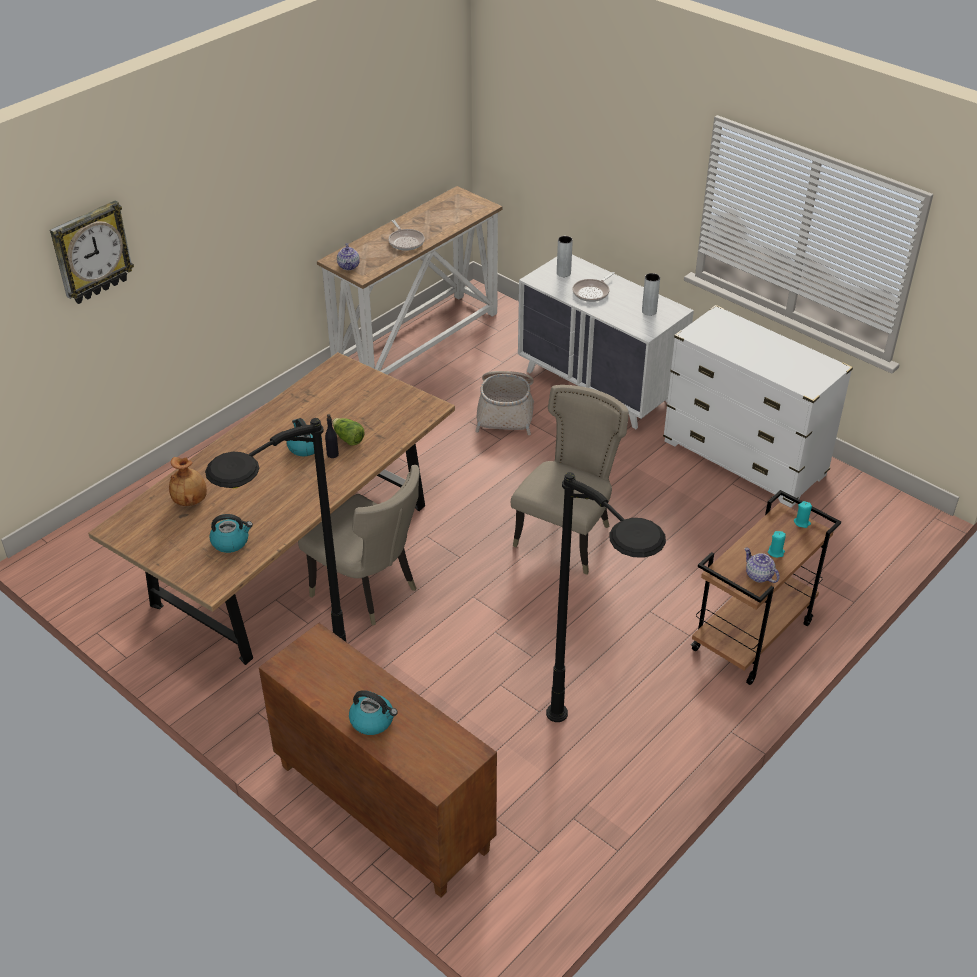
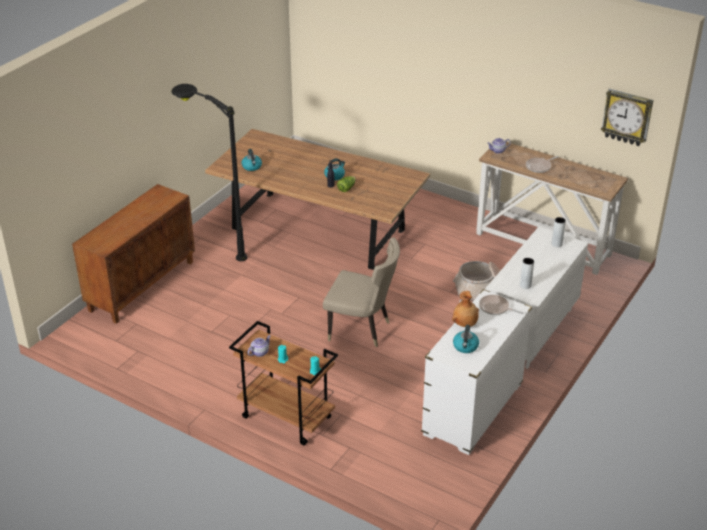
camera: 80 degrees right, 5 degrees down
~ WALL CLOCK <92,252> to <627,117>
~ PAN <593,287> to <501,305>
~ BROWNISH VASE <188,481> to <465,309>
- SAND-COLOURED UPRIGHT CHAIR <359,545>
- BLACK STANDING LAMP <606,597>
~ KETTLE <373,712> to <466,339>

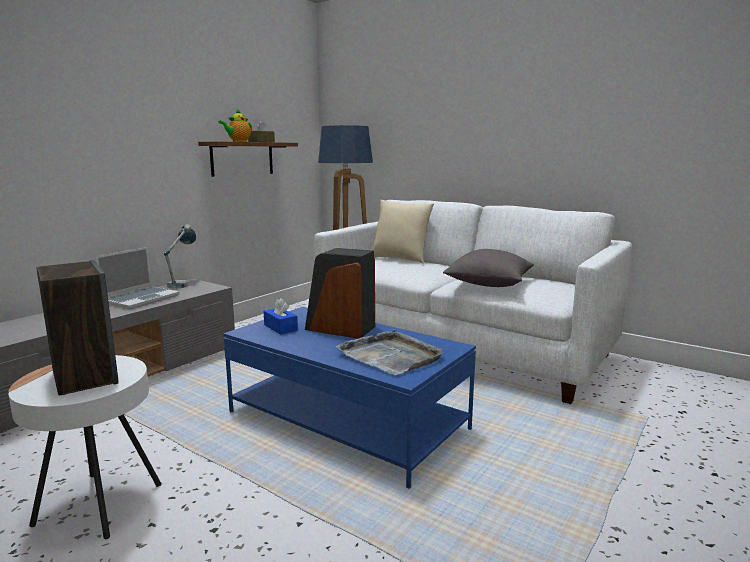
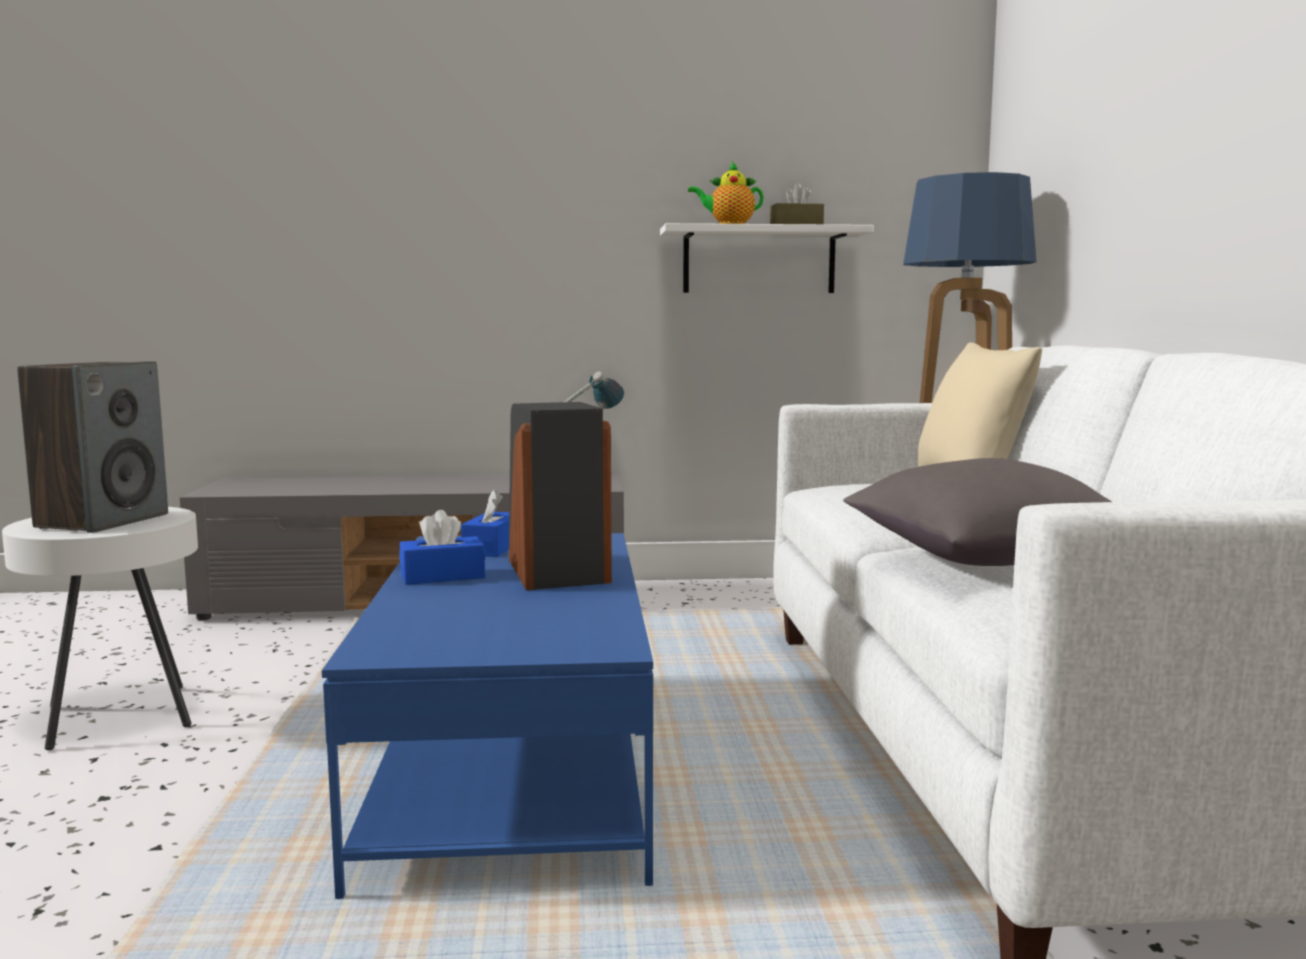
camera: 50 degrees right, 5 degrees down
~ BROWNISH SHELF <248,159> to WHITISH SHELF <767,258>
- LAPTOP <137,278>
- GRAY SERVING TRAY <390,352>
+ BLUE-COLOURED TISSUE BOX <442,547>

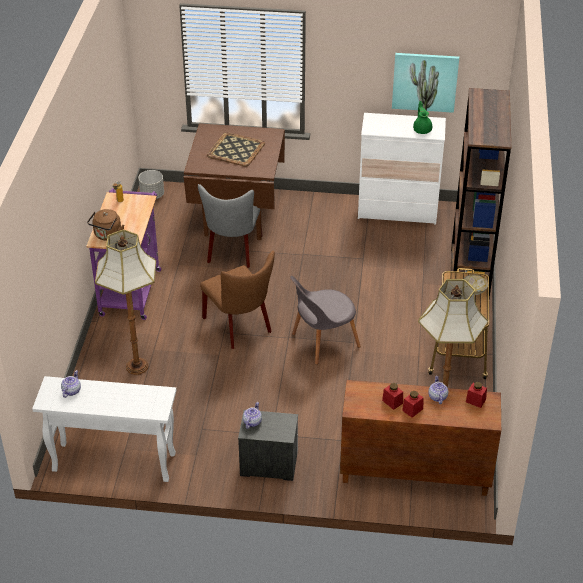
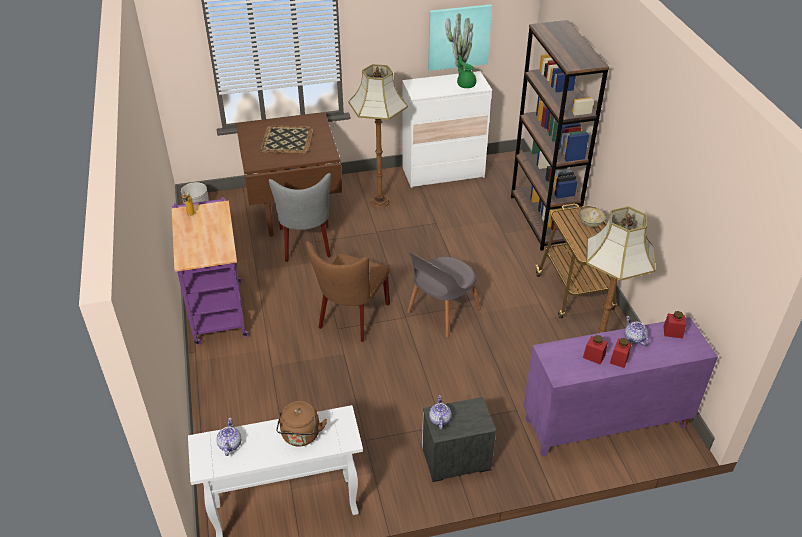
camera: 20 degrees left, 0 degrees up
~ BROWNISH KETTLE <105,225> to <301,423>
~ STANDING LAMP <125,302> to <378,135>
~ BROWNISH UPRIGHT CHAIR <237,300> = <348,291> 75 degrees clockwise
~ BROWNISH CABINET <420,438> to PURPLE-COLOURED CABINET <621,386>

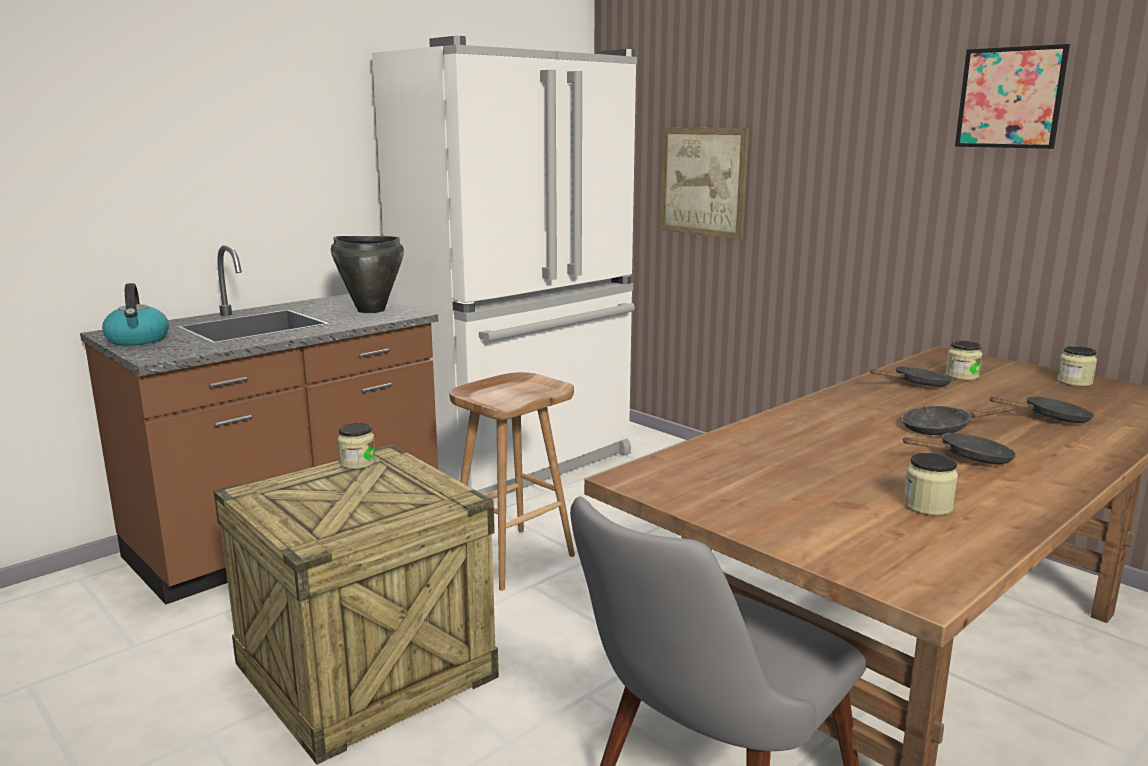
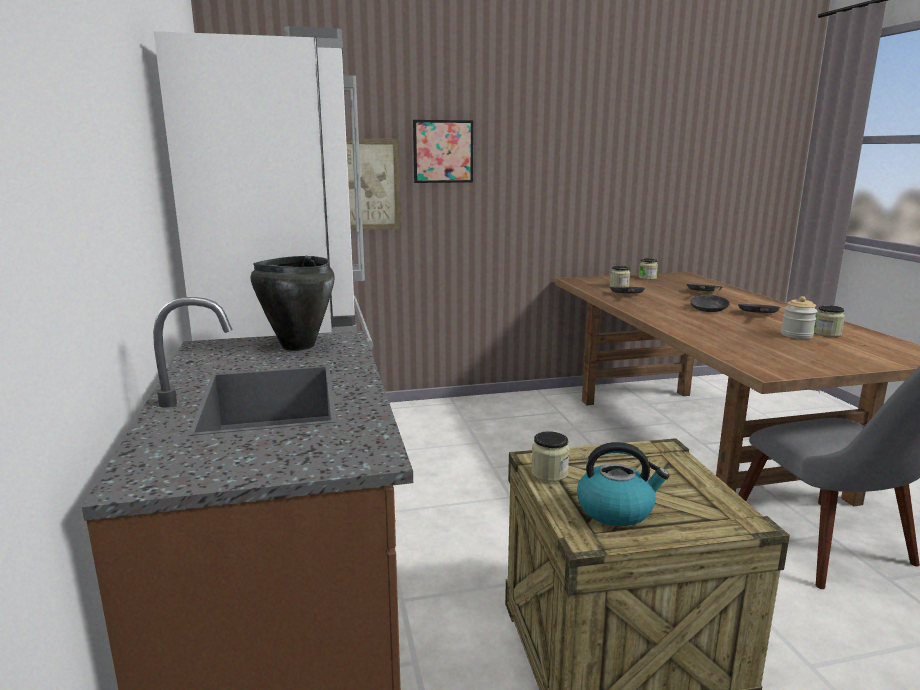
camera: 60 degrees left, 0 degrees up
~ PICTURE <1012,96> to <443,151>
~ KETTLE <135,314> to <623,484>
- BROWNISH STOOL <512,481>
+ STORAGE JAR <799,317>

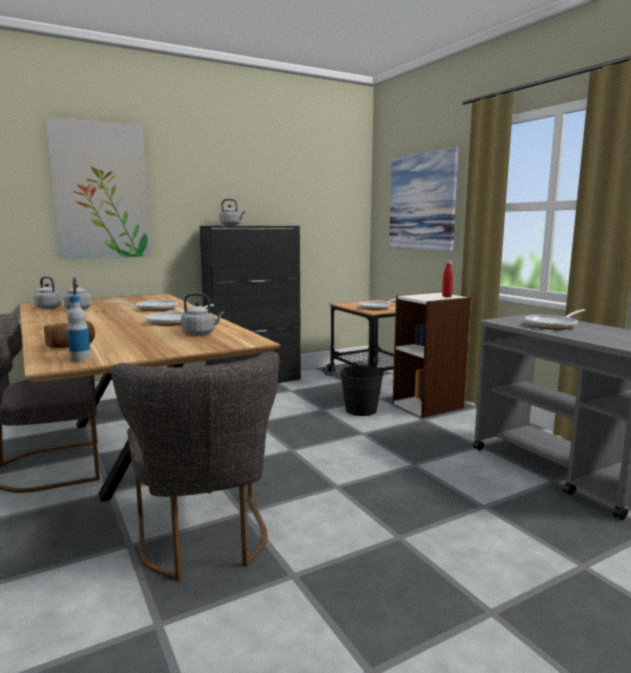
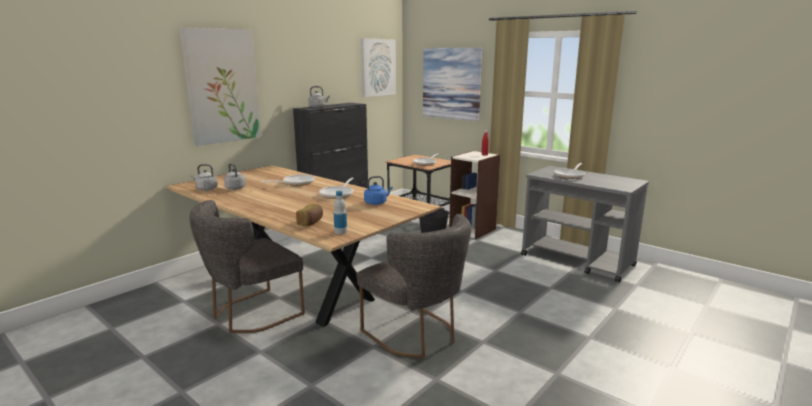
camera: 20 degrees left, 5 degrees up
~ GRAY KETTLE <202,314> to BLUE-COLOURED KETTLE <378,190>
+ PICTURE <378,68>

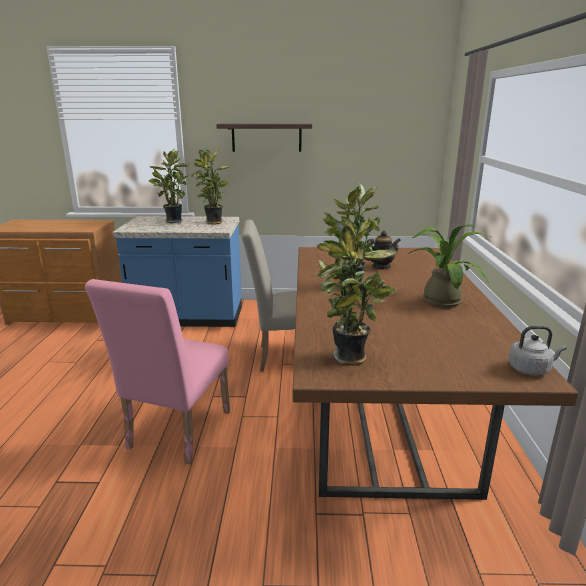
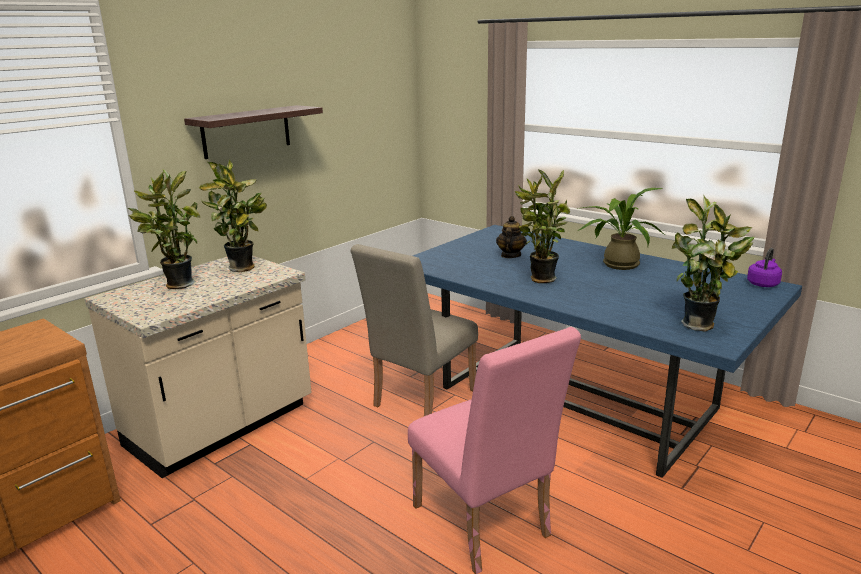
camera: 50 degrees left, 0 degrees up
~ BLUE-COLOURED COUNTER <177,271> to SAND-COLOURED COUNTER <198,367>
~ BROWNISH KITCHEN TABLE <435,373> to BLUE-COLOURED KITCHEN TABLE <607,351>
~ GRAY KETTLE <537,351> to PURPLE-COLOURED KETTLE <764,267>

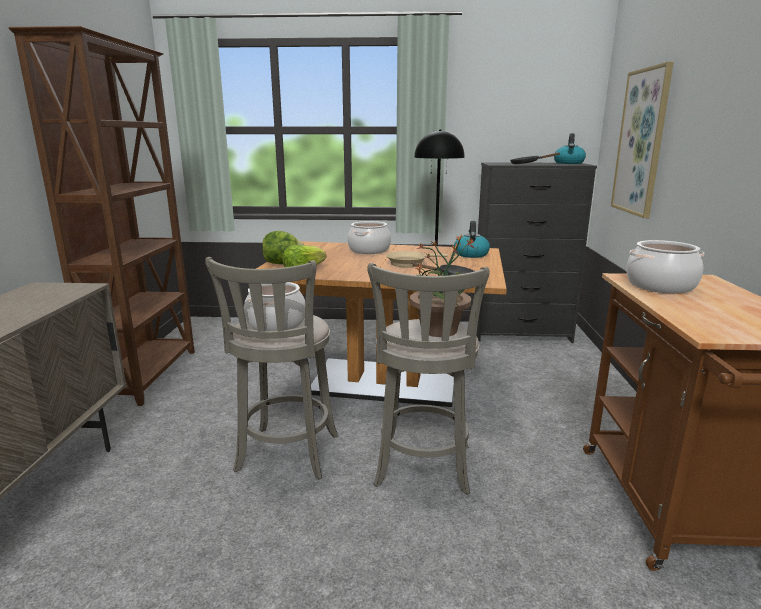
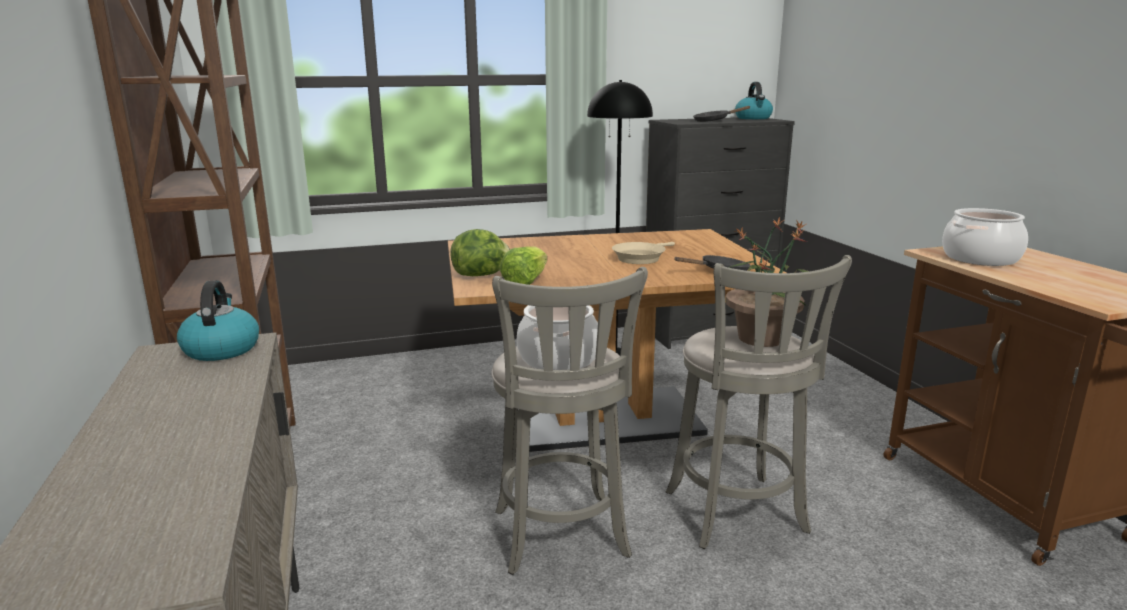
camera: 20 degrees left, 0 degrees up
- PICTURE <642,140>
- STOCKPOT <369,237>
~ KETTLE <472,239> to <218,320>

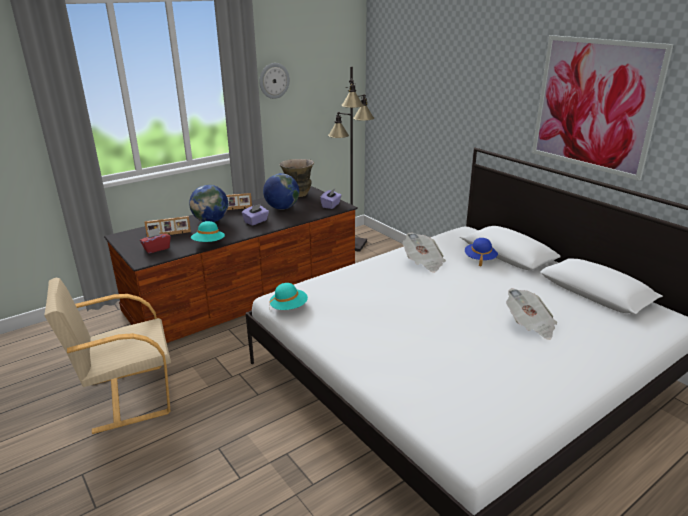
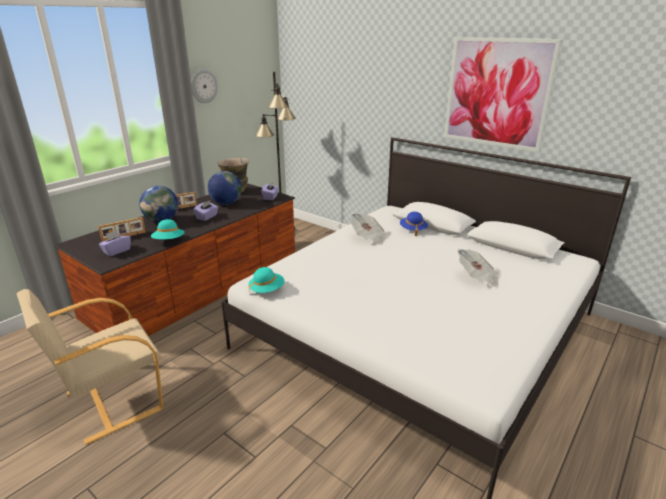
camera: 15 degrees left, 0 degrees up
~ RED-COLOURED TISSUE BOX <155,240> to PURPLE-COLOURED TISSUE BOX <115,243>

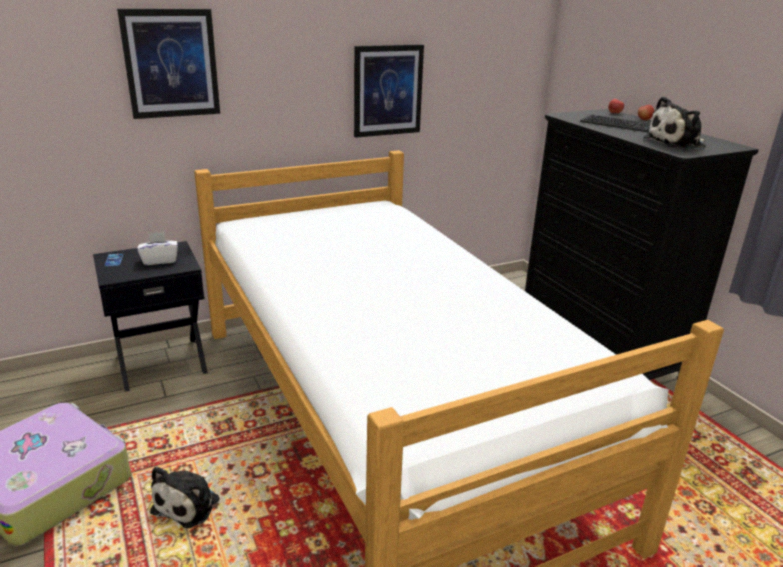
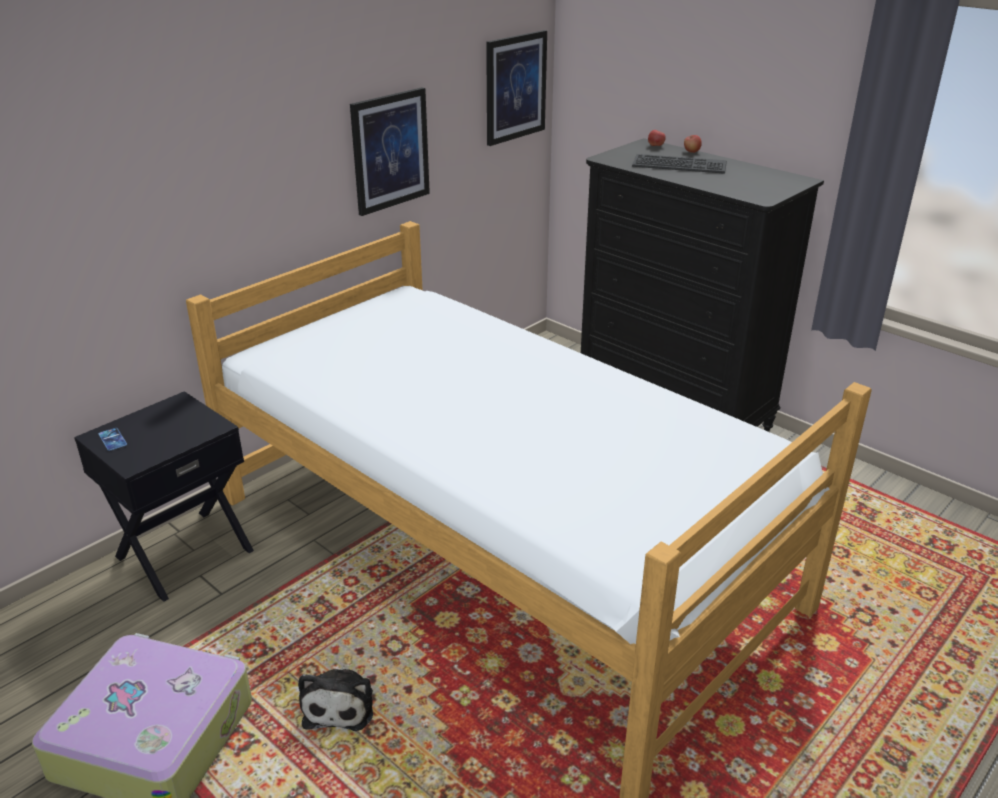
camera: 20 degrees left, 5 degrees up
~ PICTURE <168,64> to <516,88>
- CUDDLY TOY <674,122>
- WHITISH TISSUE BOX <157,248>

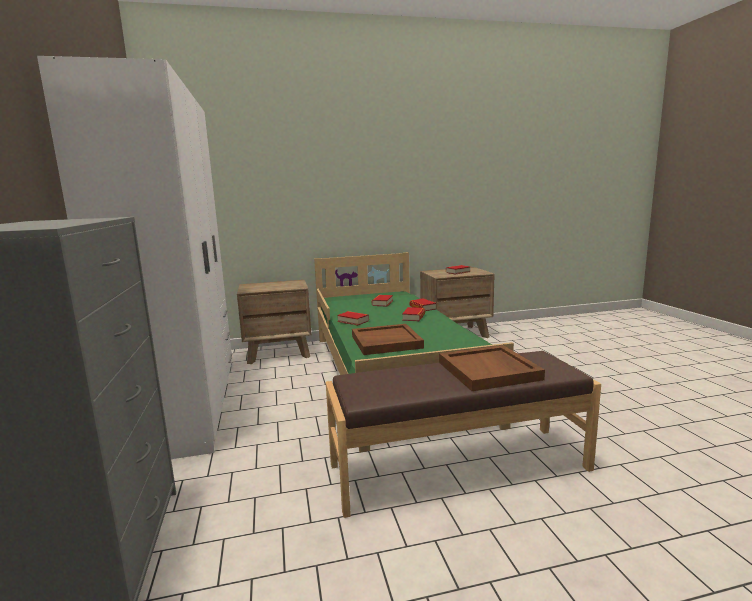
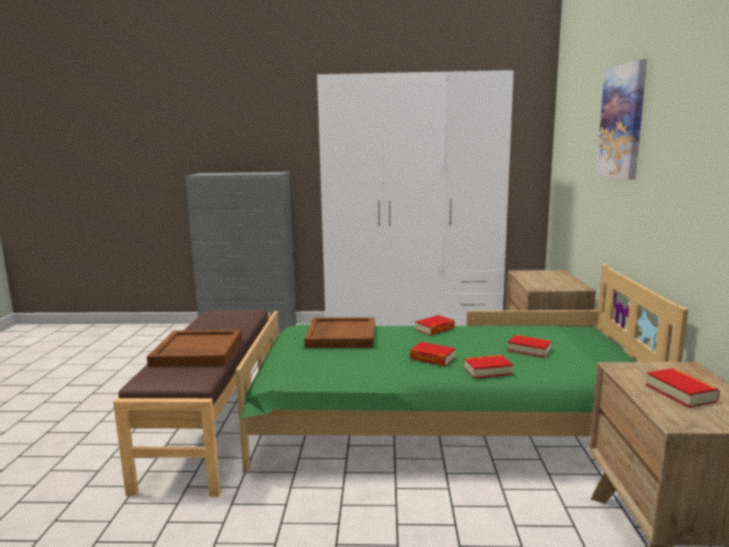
camera: 105 degrees right, 0 degrees up
+ PICTURE <621,119>

